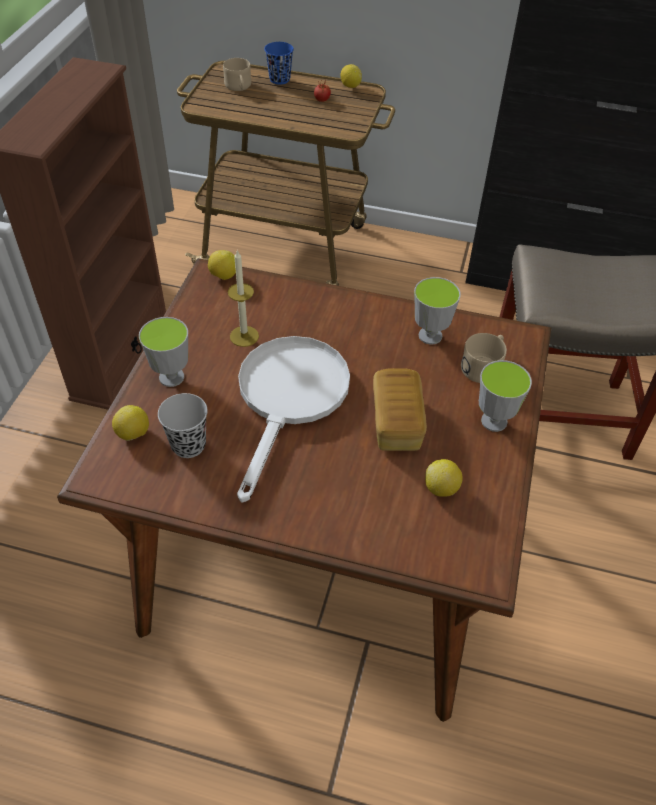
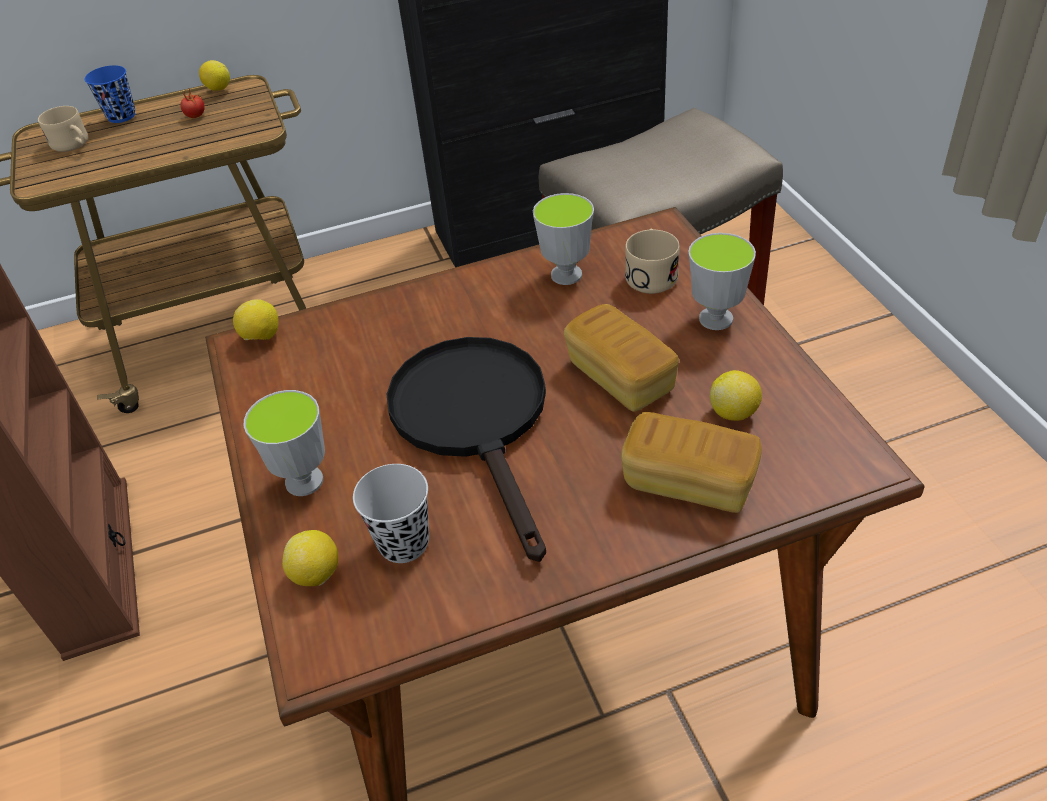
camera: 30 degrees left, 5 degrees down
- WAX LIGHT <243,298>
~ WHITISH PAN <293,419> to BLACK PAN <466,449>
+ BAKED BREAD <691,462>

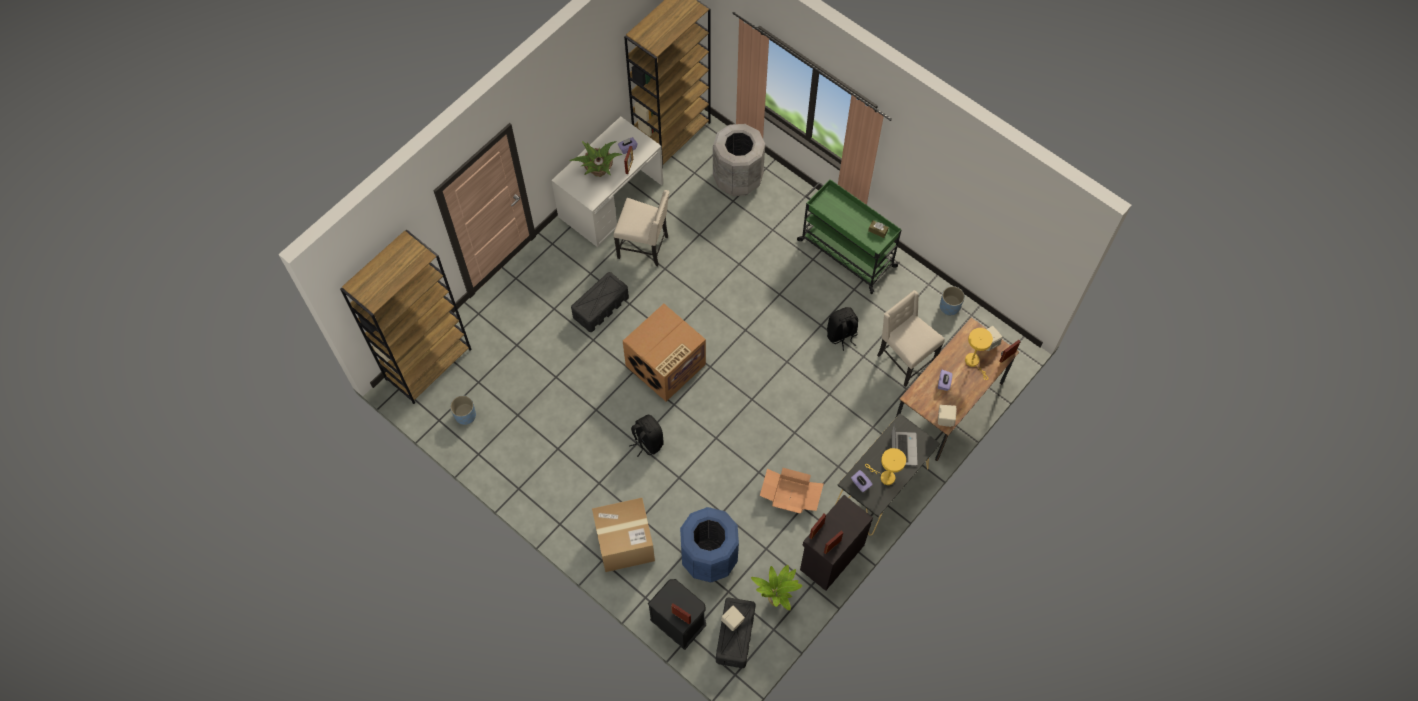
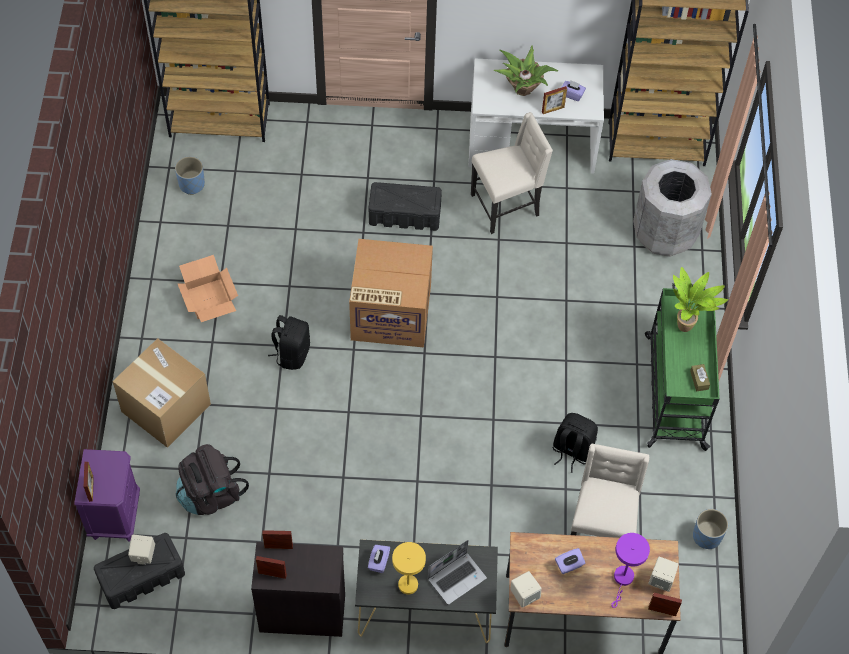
camera: 50 degrees right, 5 degrees down
~ SAND-COLOURED UPRIGHT CHAIR <641,228> = <512,173> 90 degrees counterclockwise
~ YELLOWISH TABLE LAMP <979,354> to PURPLE-COLOURED TABLE LAMP <630,570>
~ CARDBOARD BOX <791,491> to <208,288>
~ BLUE-COLOURED RUBBISH BIN <709,544> to BLACK RUCKSACK <212,479>
~ POTTED PLANT <776,587> to <700,299>
~ BLACK NIGHTSTAND <677,614> to PURPLE-COLOURED NIGHTSTAND <107,495>

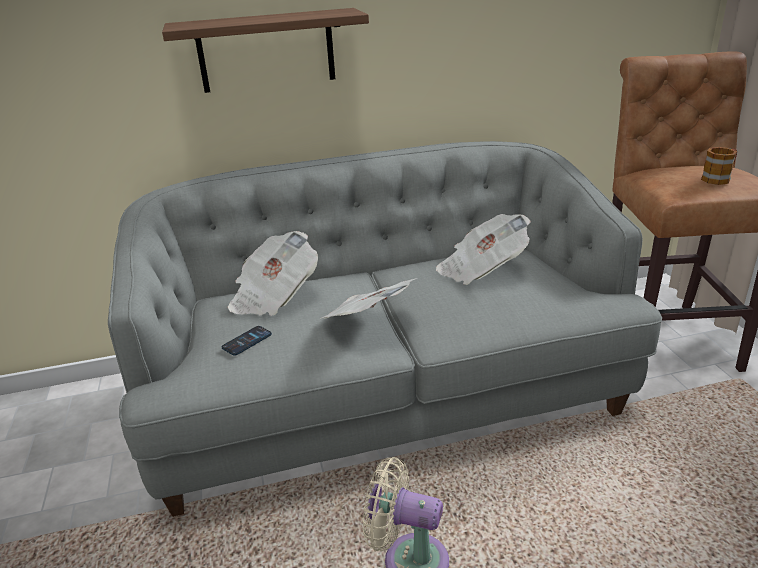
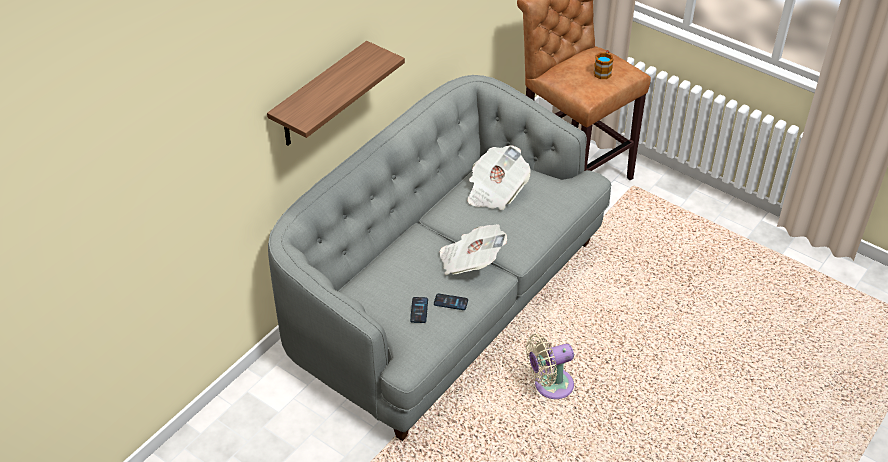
camera: 40 degrees left, 15 degrees up
- DAILY PAPER <273,273>
+ TELEPHONE <451,302>

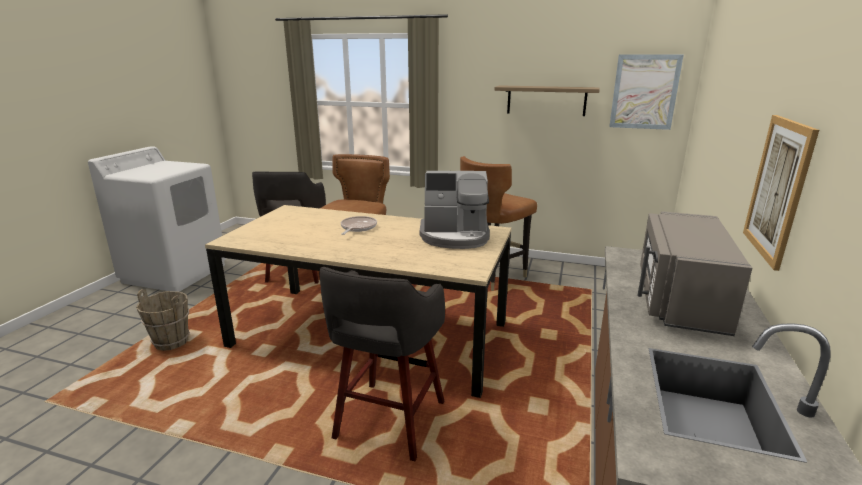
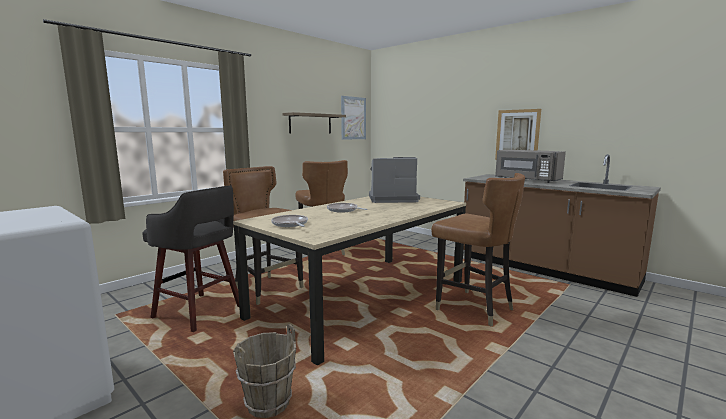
camera: 65 degrees left, 10 degrees down
~ COFFEE MAKER <455,210> = <394,180> 120 degrees counterclockwise
~ GRAY STOOL <382,364> to BROWNISH UPRIGHT CHAIR <478,250>
+ PAN <289,221>

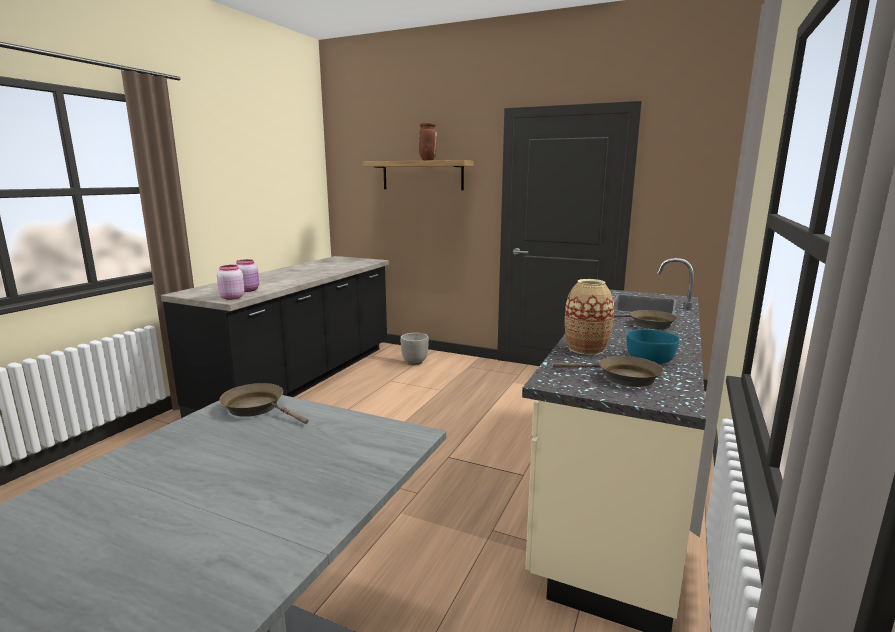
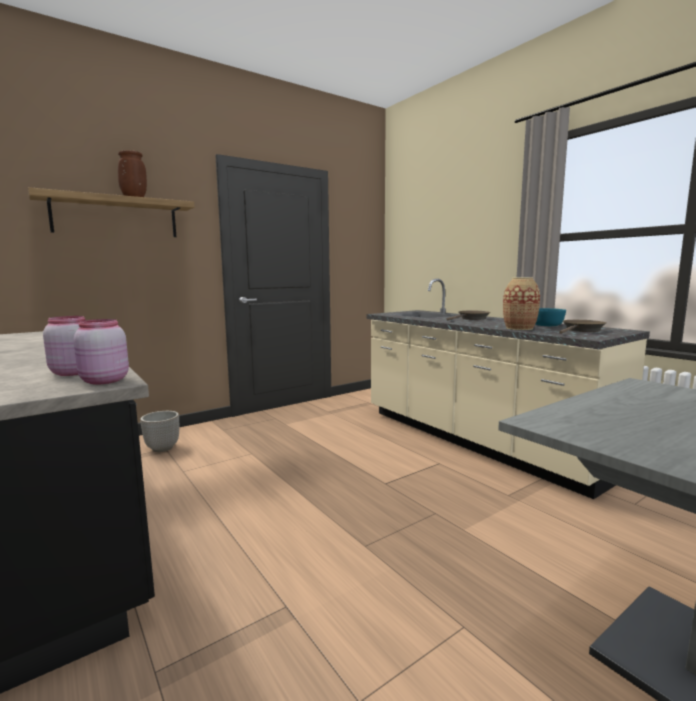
camera: 60 degrees left, 5 degrees down
- BROWNISH PAN <263,403>

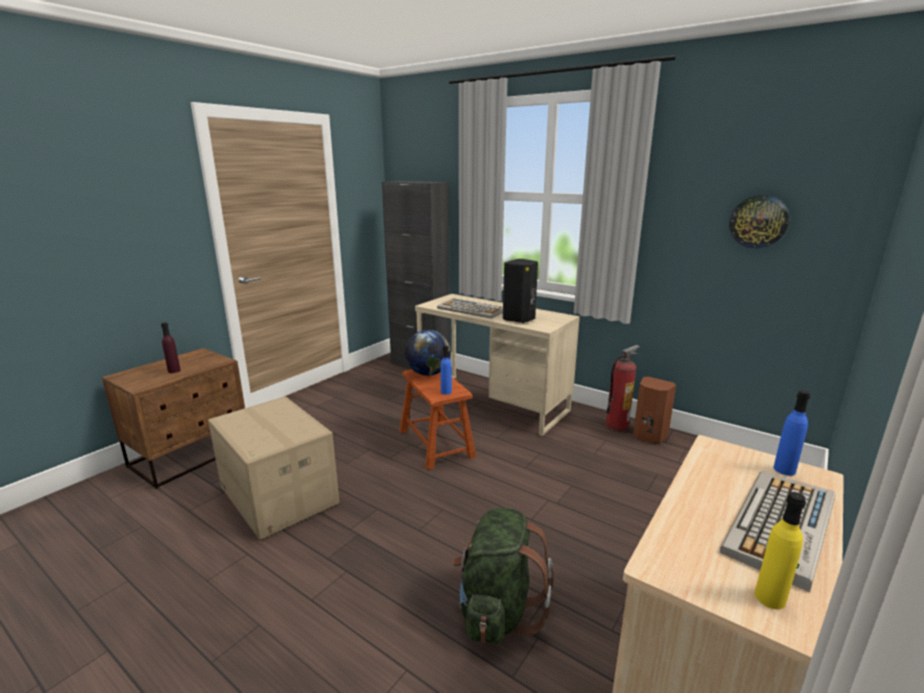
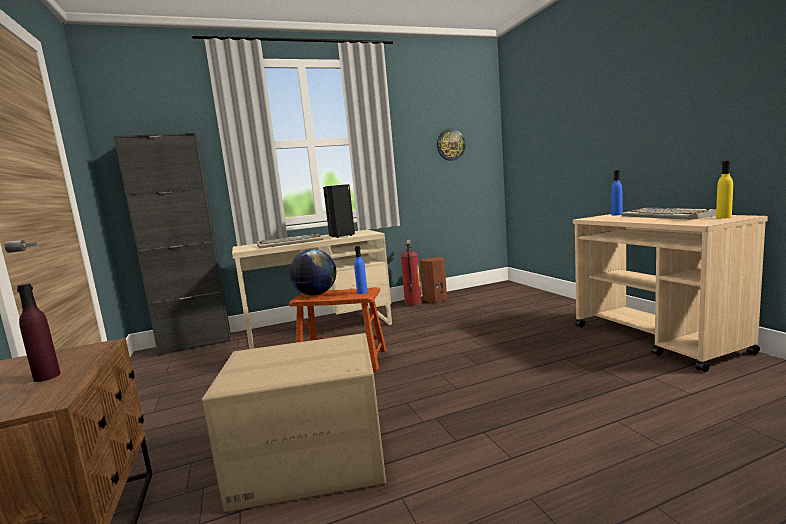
camera: 55 degrees left, 10 degrees down
- GREENISH RUCKSACK <503,576>

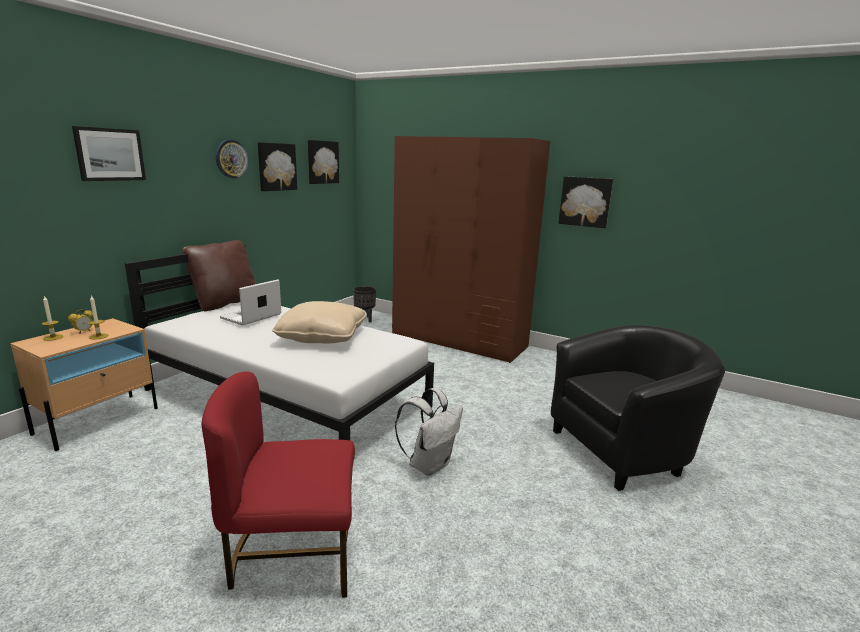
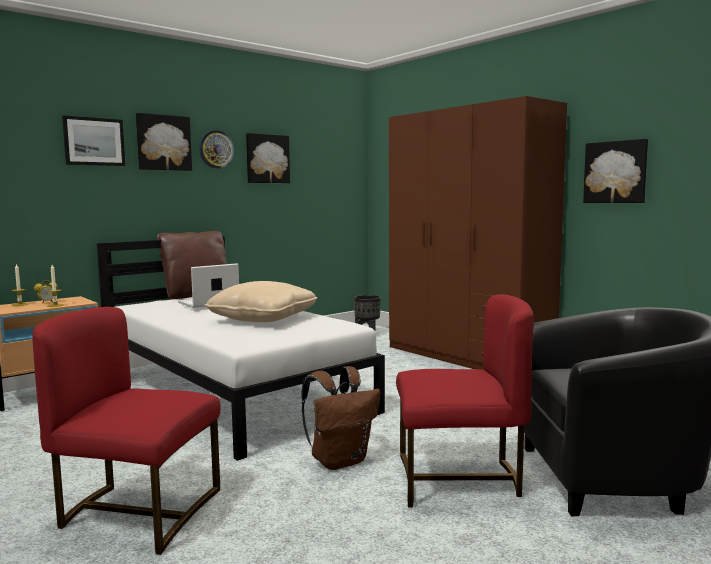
camera: 20 degrees right, 10 degrees down
~ PICTURE <323,162> to <164,142>
~ WHITISH RUCKSACK <429,432> to BROWNISH RUCKSACK <340,418>
+ RED-COLOURED UPRIGHT CHAIR <465,401>

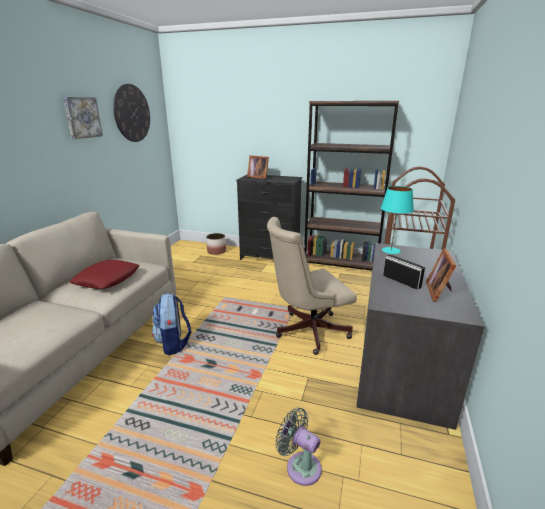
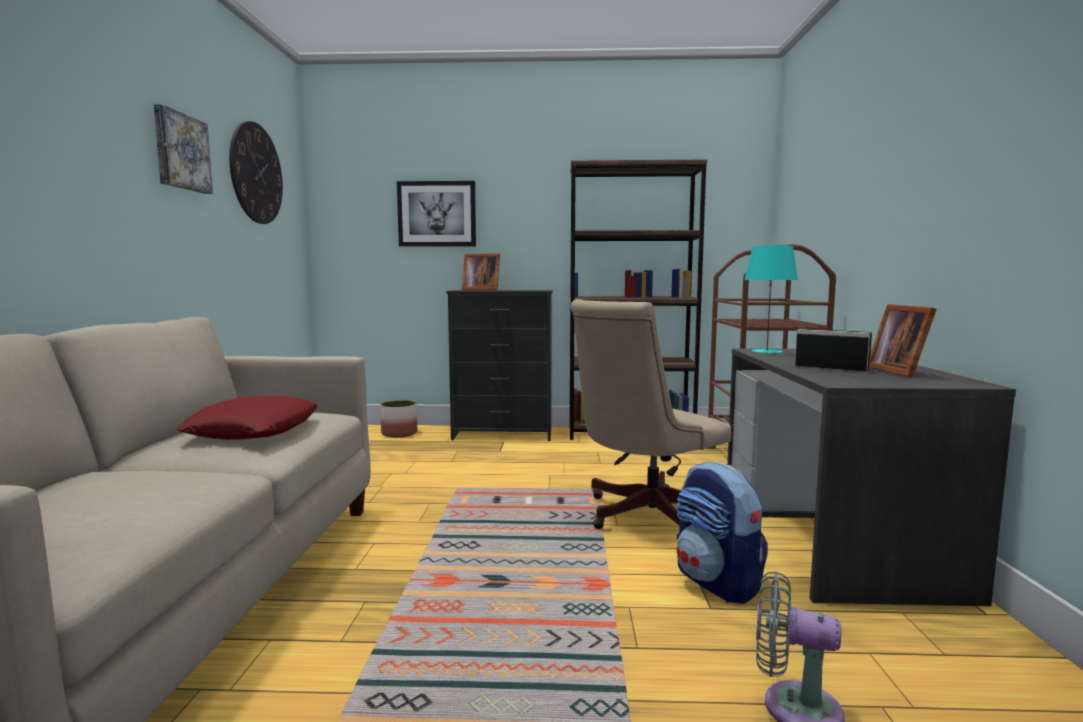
camera: 15 degrees left, 15 degrees down
~ RUCKSACK <172,324> to <722,533>
+ PICTURE <436,214>

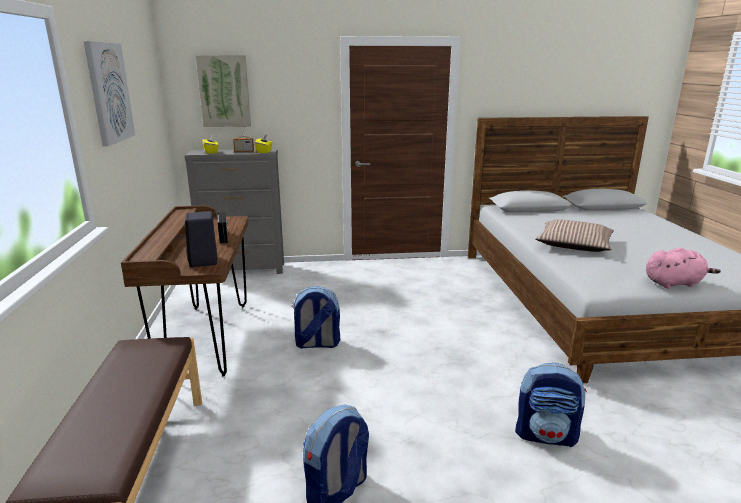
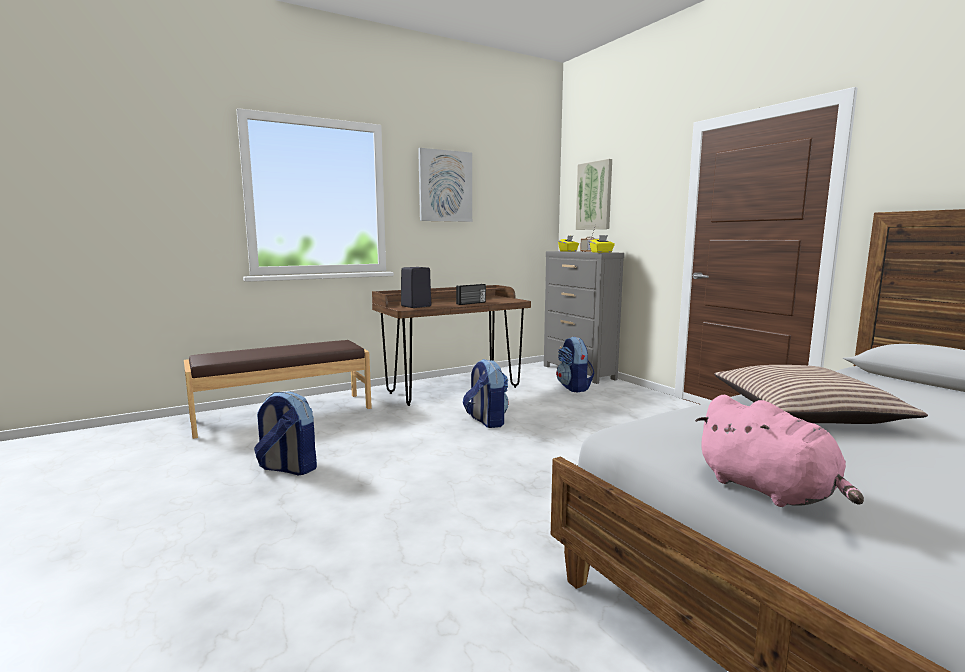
camera: 65 degrees right, 10 degrees down
~ RUCKSACK <551,405> to <575,364>

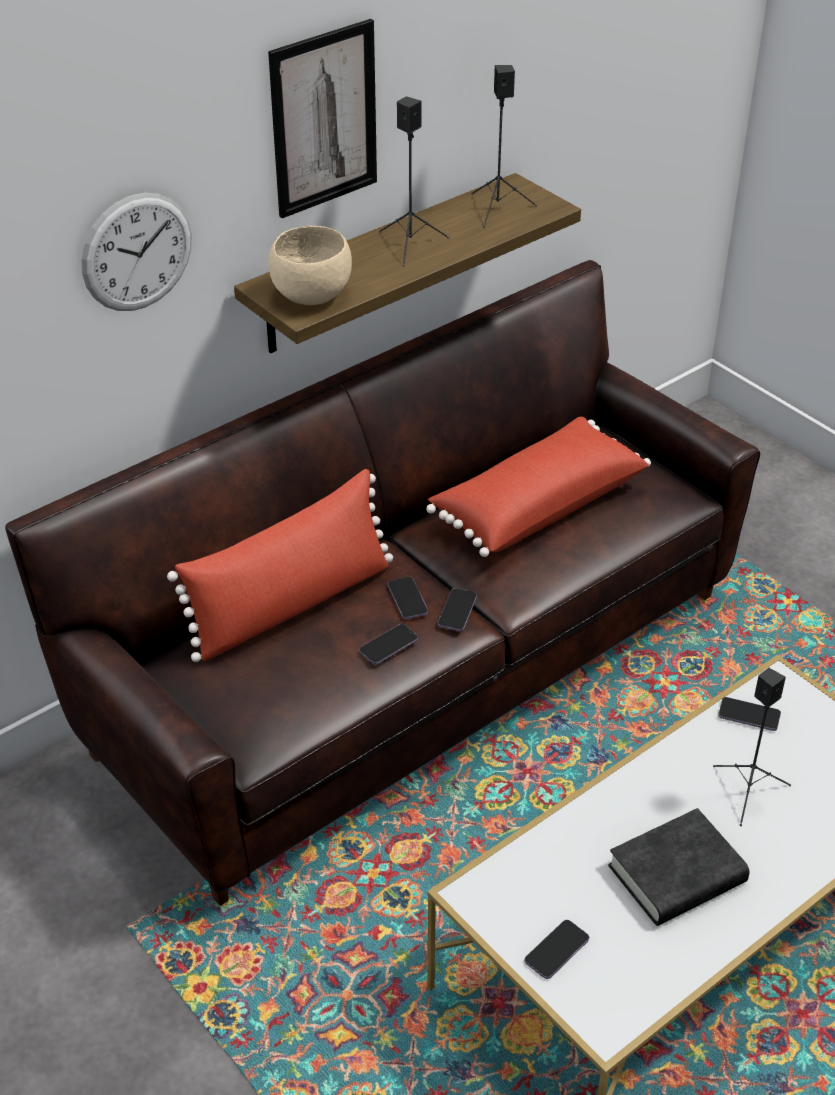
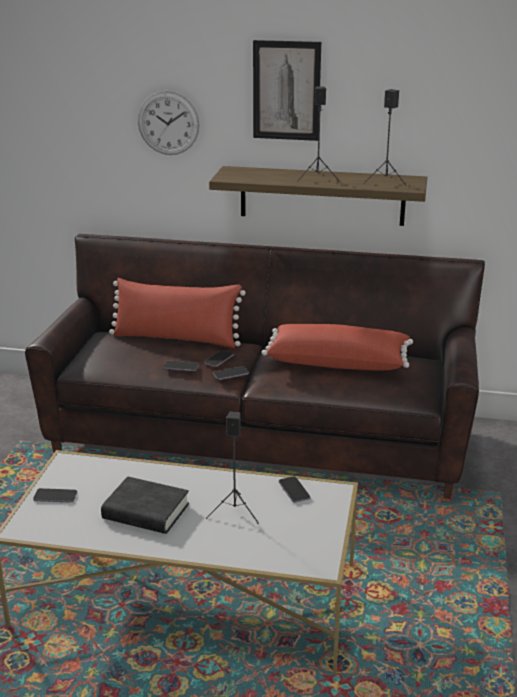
camera: 50 degrees right, 15 degrees down
- SAND-COLOURED SERVING BOWL <310,265>

